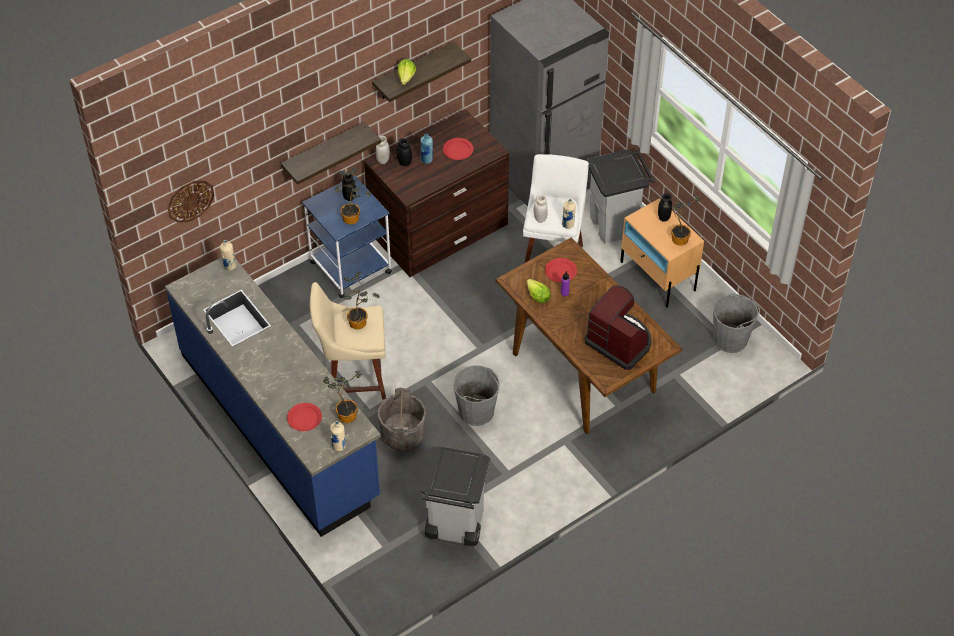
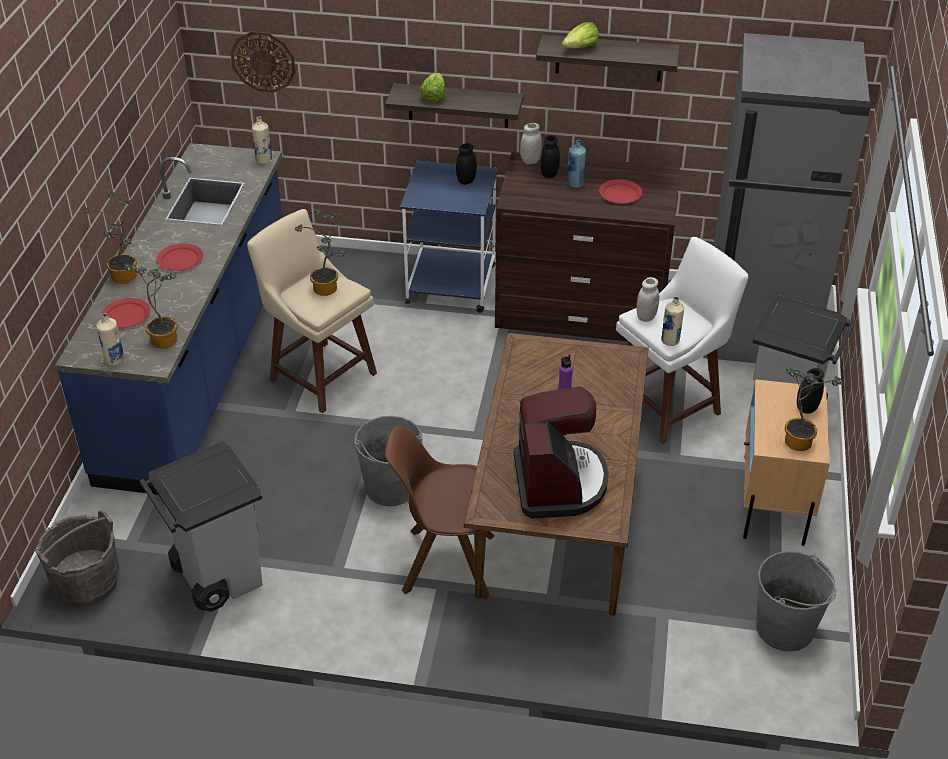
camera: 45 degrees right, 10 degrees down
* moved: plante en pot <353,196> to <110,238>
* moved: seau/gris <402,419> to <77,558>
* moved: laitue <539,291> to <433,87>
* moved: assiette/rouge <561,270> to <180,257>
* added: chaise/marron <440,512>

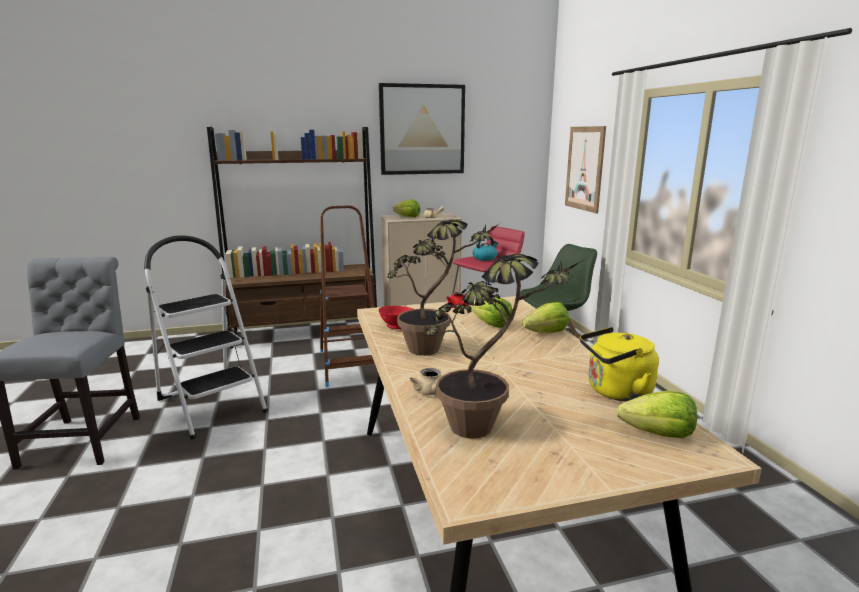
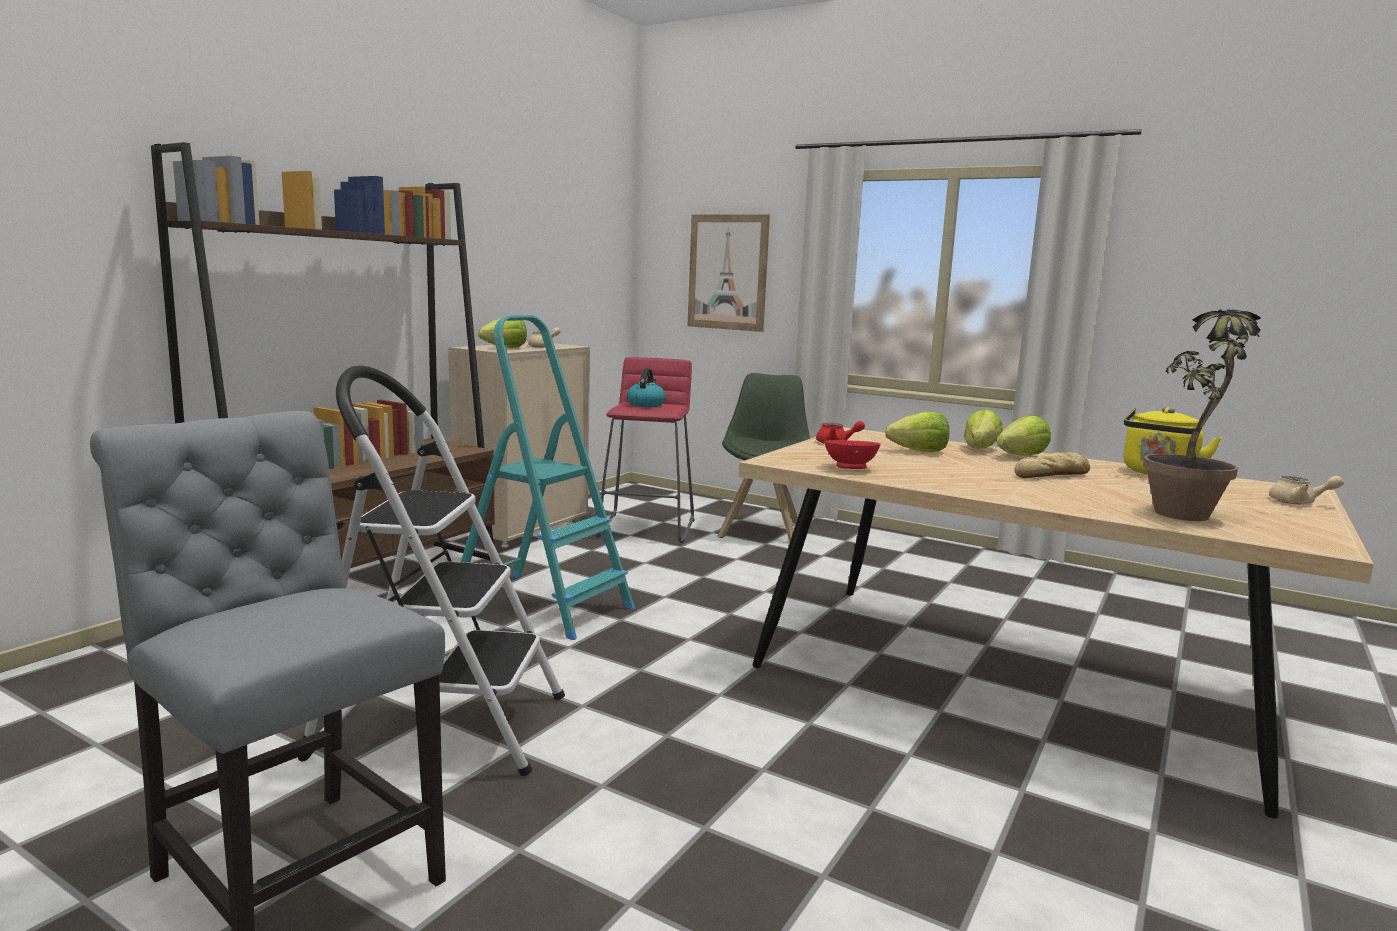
camera: 45 degrees left, 5 degrees down
* recoloured: escabeau/marron <347,296> to escabeau/turquoise <548,477>
* removed: tableau <422,129>
* removed: plante en pot <443,288>
* moved: théière/beige <425,381> to <1306,490>
* moved: laitue <656,414> to <1023,436>
* added: pain <1052,465>

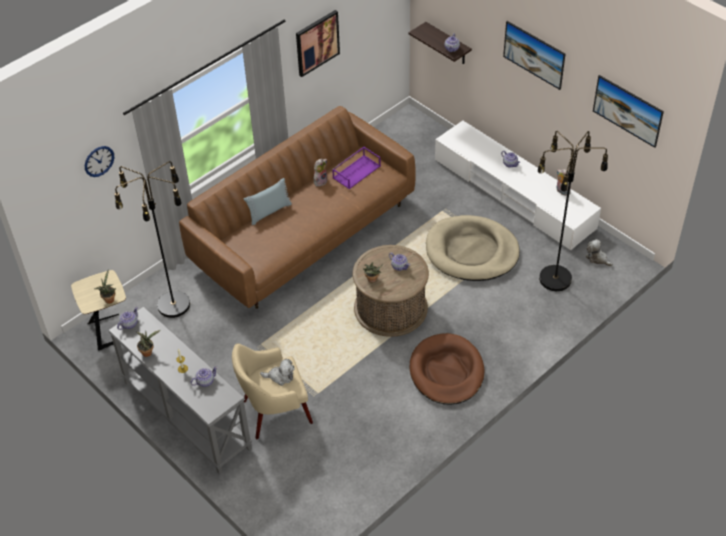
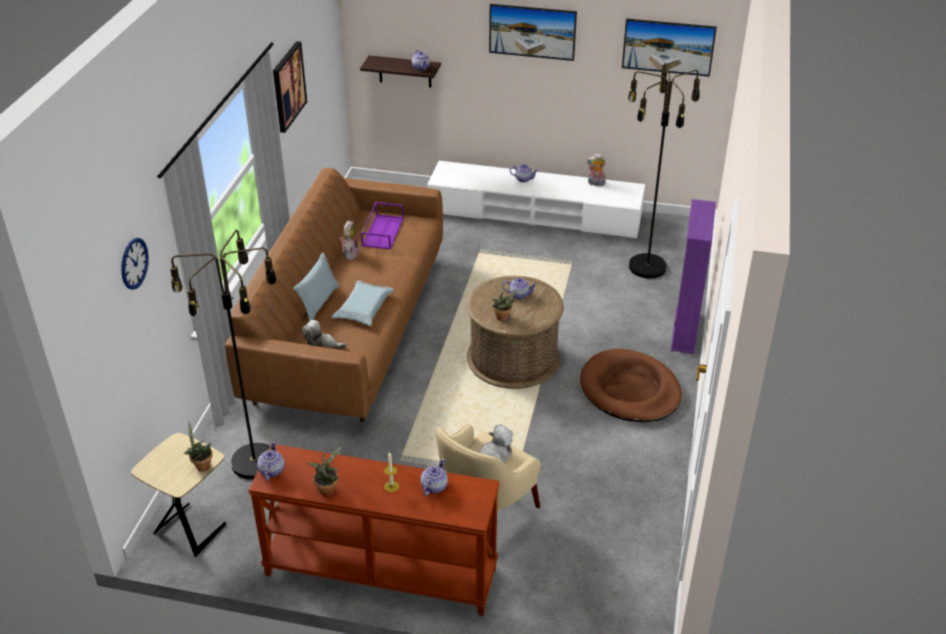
camera: 35 degrees left, 10 degrees down
* recoloured: table console/gris <180,390> to table console/marron <374,530>
* removed: panier pour chien/beige <473,248>
* moved: peluche <599,252> to <324,334>
* added: coussin/bleu <363,303>
* added: bibliothèque/violet <693,276>

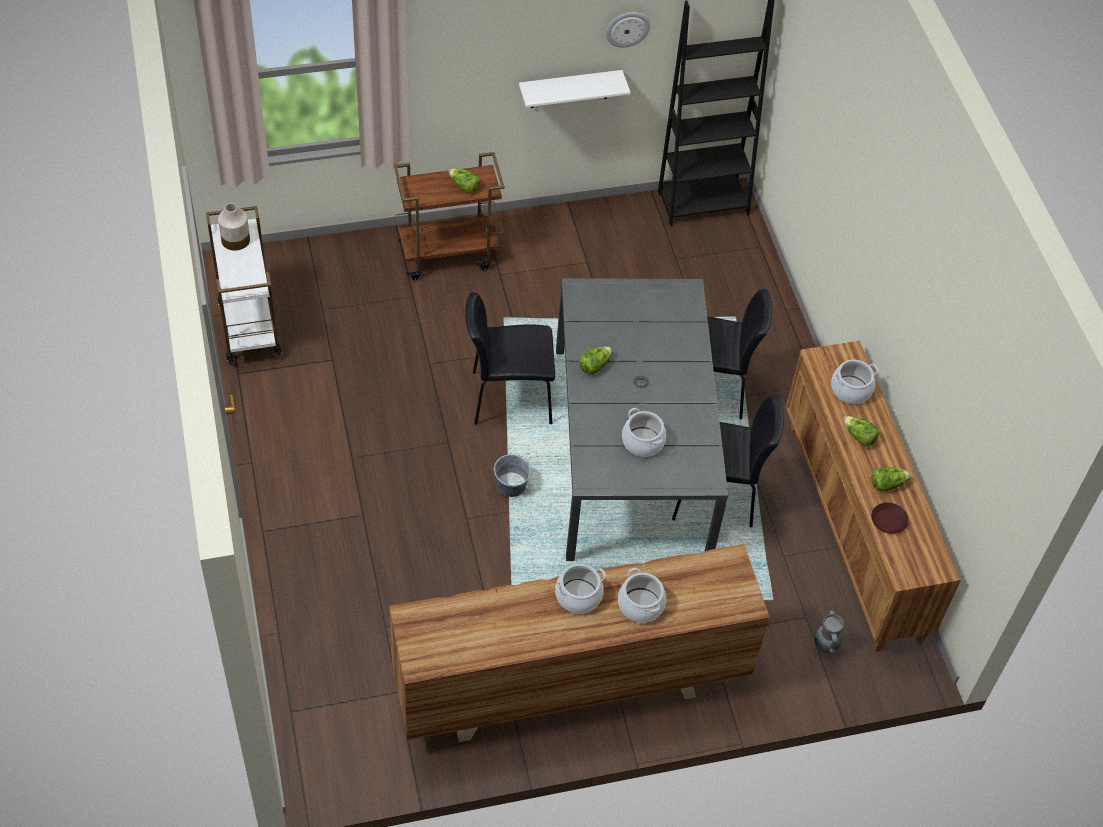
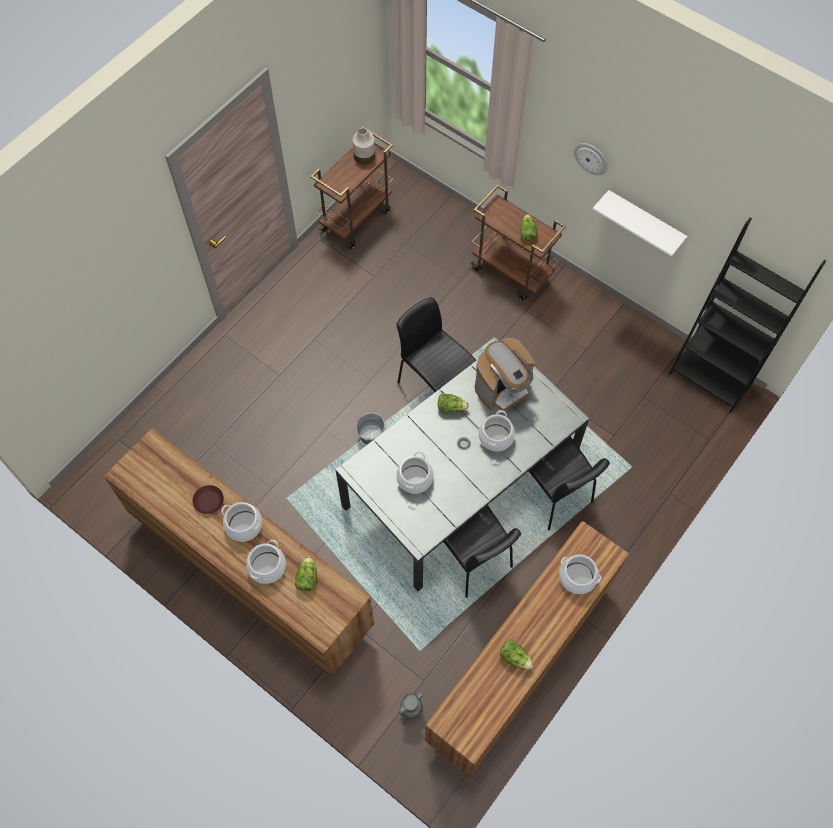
camera: 55 degrees right, 10 degrees up
* recoloured: chariot/blanc <244,285> to chariot/marron <351,187>
* moved: horloge murale <628,30> to <591,159>
* moved: laitue <861,431> to <306,573>
* moved: assiette/marron <889,518> to <208,499>
* added: machine à café <505,374>
* added: marmite <497,431>

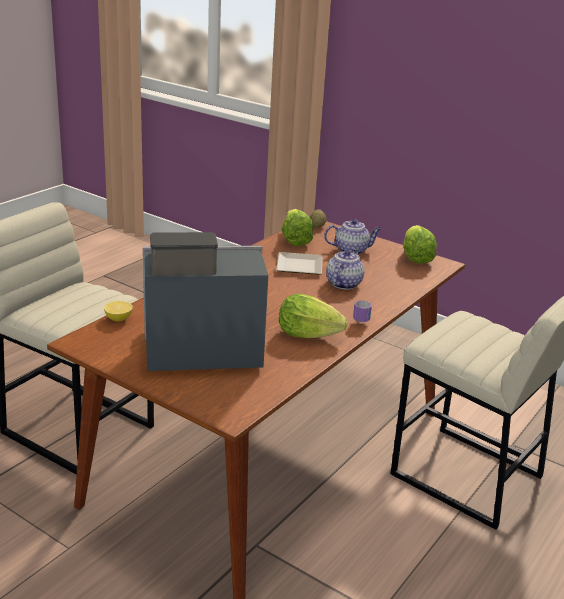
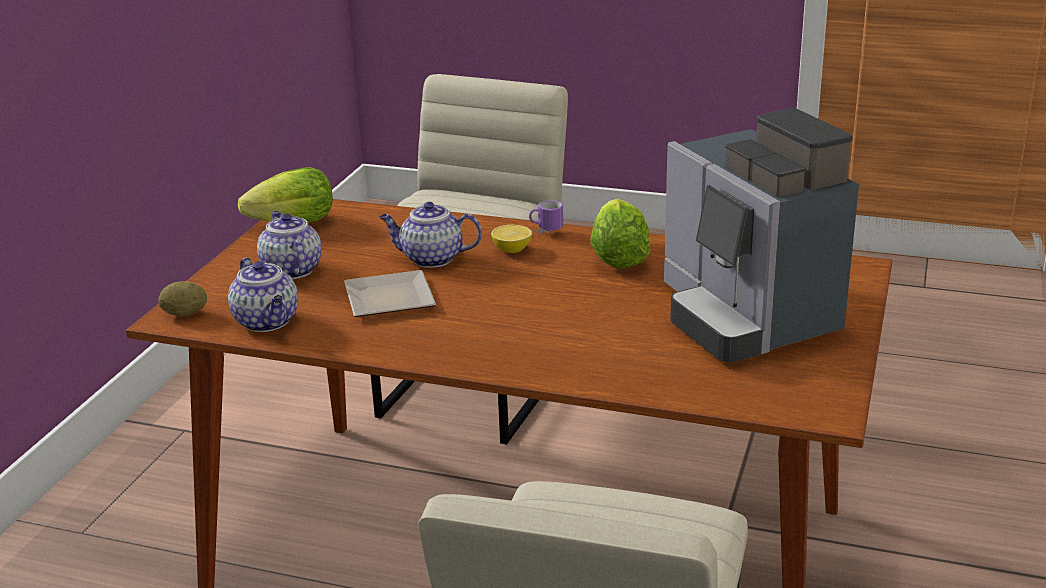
camera: 105 degrees left, 0 degrees up
* moved: citron <118,311> to <511,239>
* replaced: laitue <297,227> to théière <263,294>

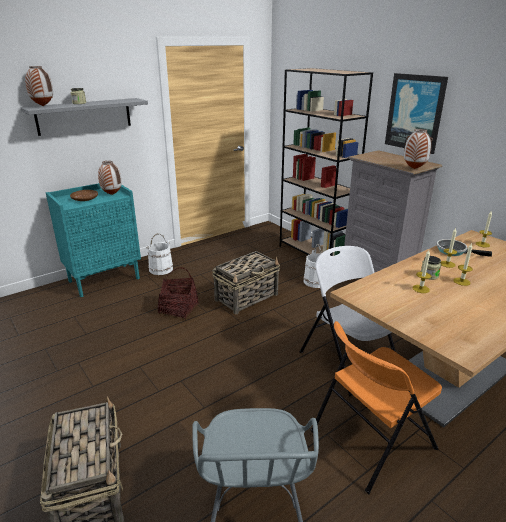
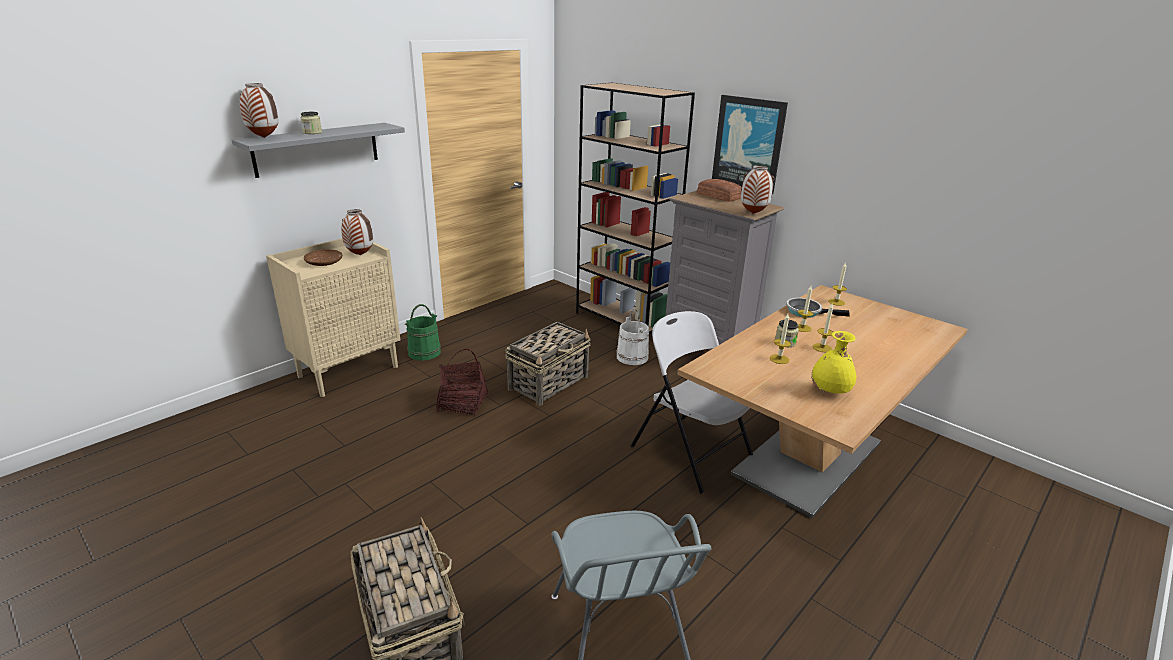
camera: 10 degrees left, 0 degrees up
* recoloured: meuble de rangement/turquoise <93,240> to meuble de rangement/beige <333,318>
* recoloured: seau/blanc <159,254> to seau/vert <423,332>
* removed: chaise/orange <376,407>
* added: pain <719,190>
* added: vase/jaune <833,362>

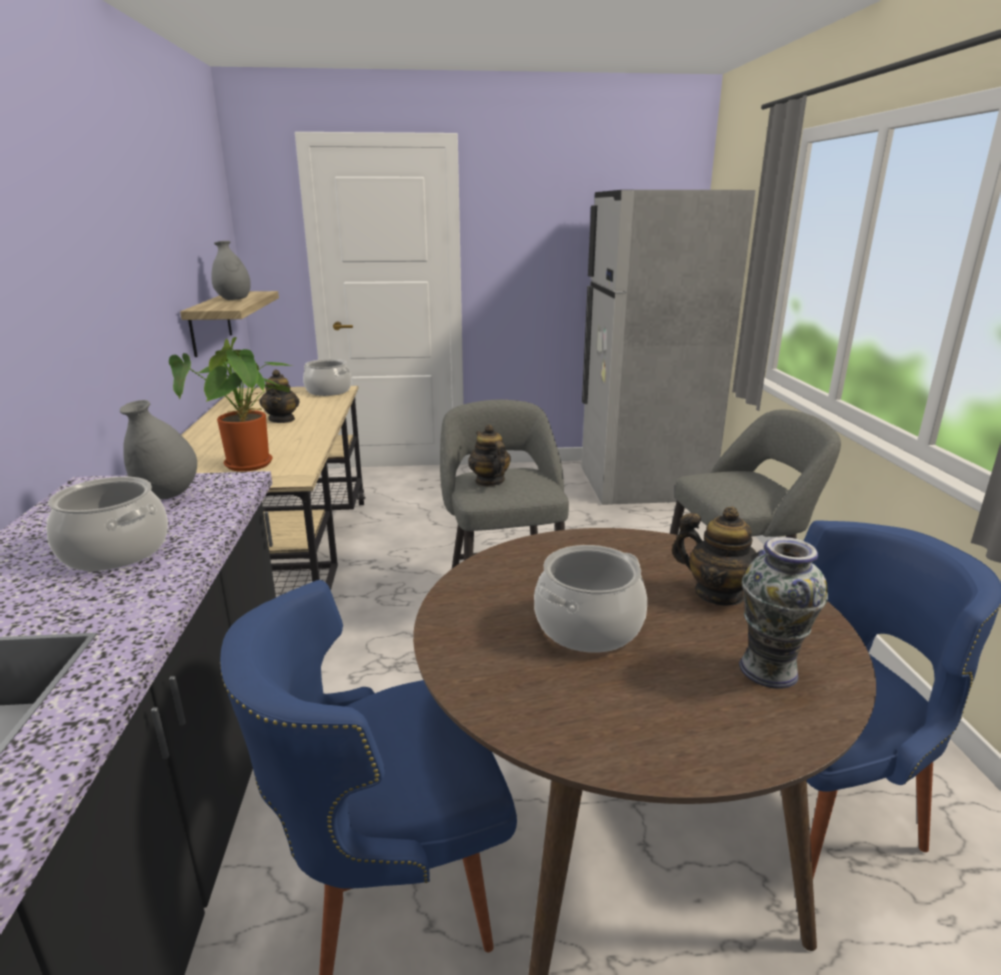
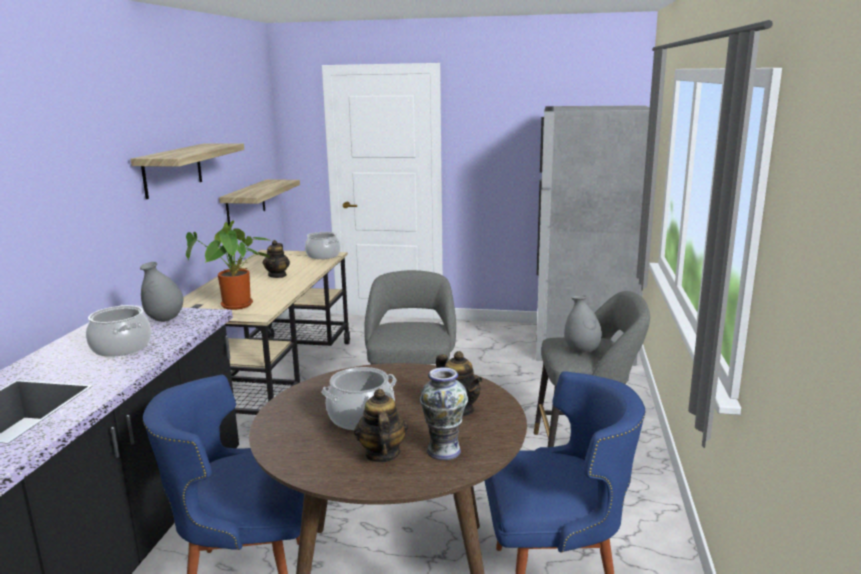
camera: 15 degrees right, 5 degrees down
* moved: vase/gris <231,270> to <583,324>
* moved: théière <489,455> to <381,426>
* added: étagère <187,171>

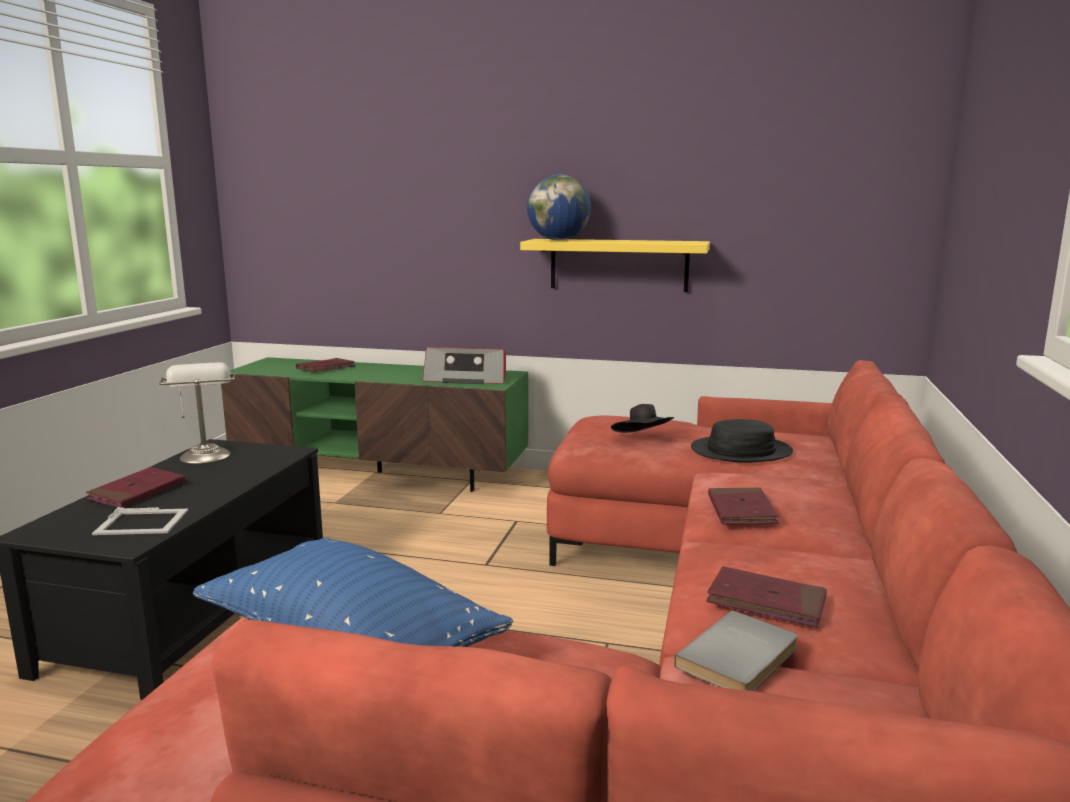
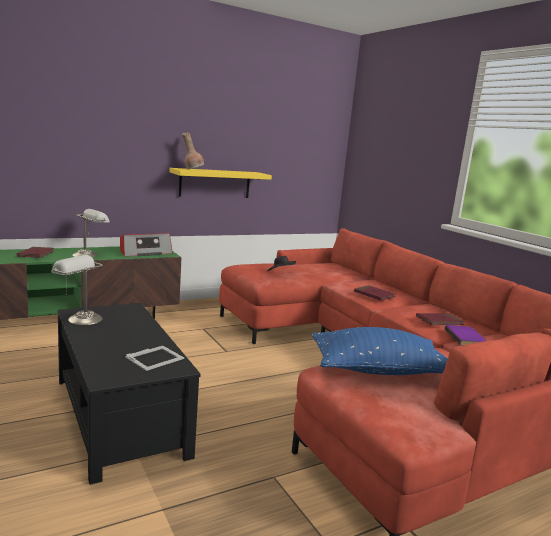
camera: 45 degrees left, 0 degrees up
* removed: livre/rouge <135,487>
* replaced: globe <559,207> to vase/marron <193,151>
* recoloured: livre/gris <736,650> to livre/violet <466,335>
* removed: chapeau/noir <742,441>
* added: lampe de table/blanc <91,233>

